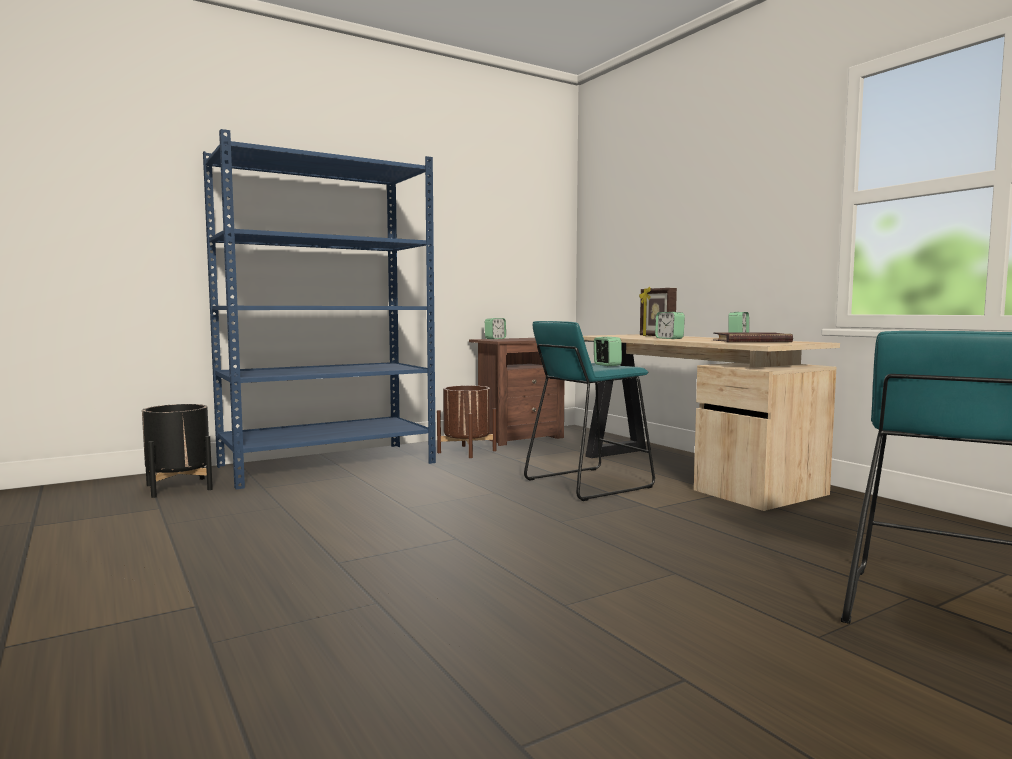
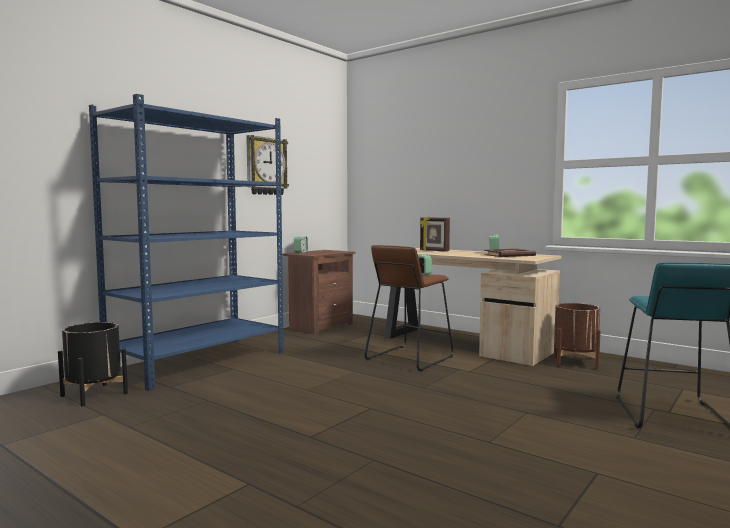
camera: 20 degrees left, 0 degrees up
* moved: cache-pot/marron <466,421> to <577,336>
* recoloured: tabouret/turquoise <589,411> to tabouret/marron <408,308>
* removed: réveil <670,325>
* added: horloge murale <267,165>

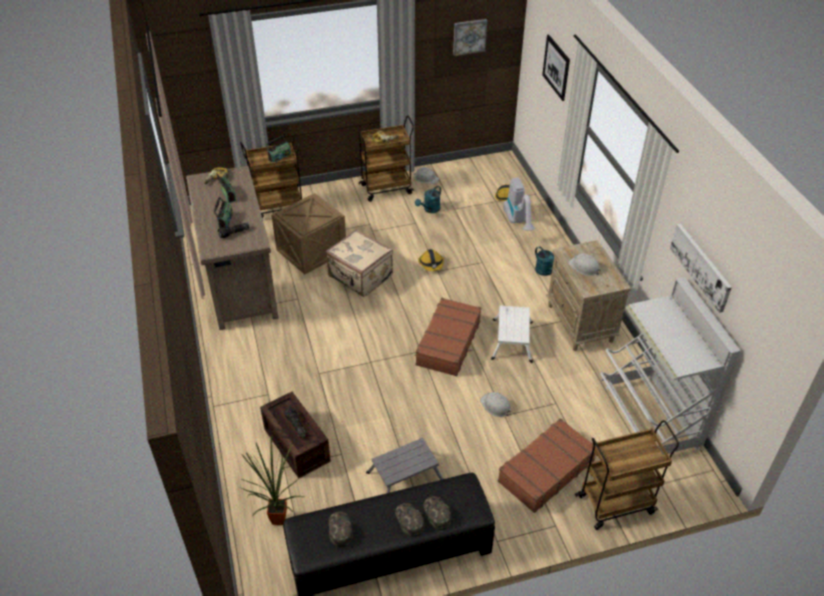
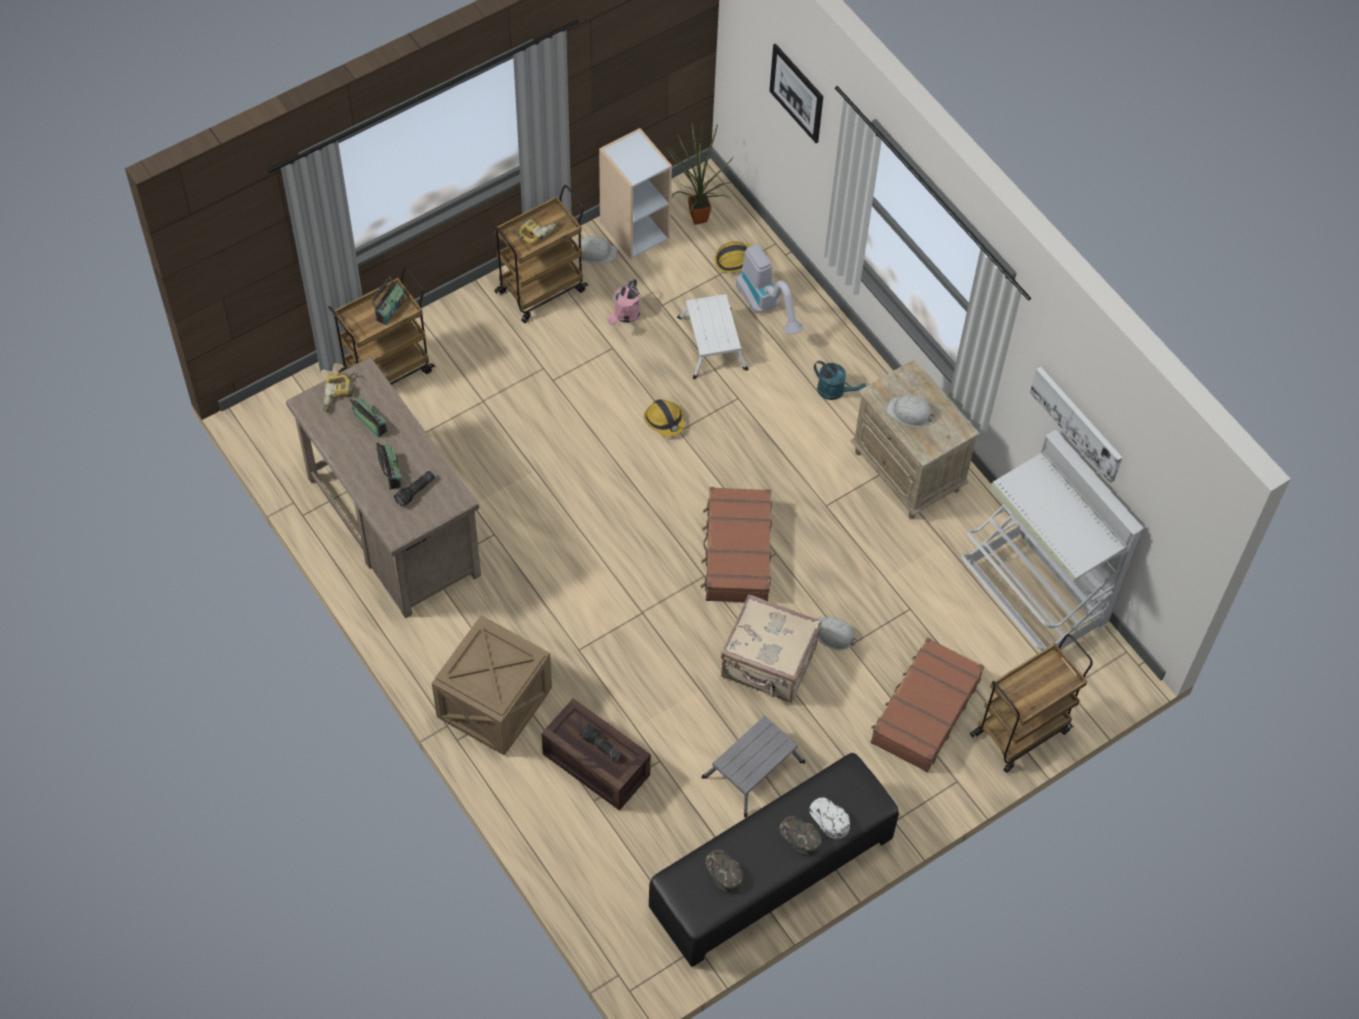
camera: 20 degrees left, 15 degrees up
* moved: plante en pot <272,480> to <699,174>
* moved: caisse <308,233> to <492,685>
* moved: valise/beige <359,263> to <771,648>
* recoloured: arrosoir/turquoise <428,199> to arrosoir/rose <623,301>
* recoloured: casquette/vert <437,513> to casquette/blanc <829,818>
* removed: tableau <470,37>
* moved: escabeau/blanc <512,334> to <712,337>
* added: bibliothèque <635,193>

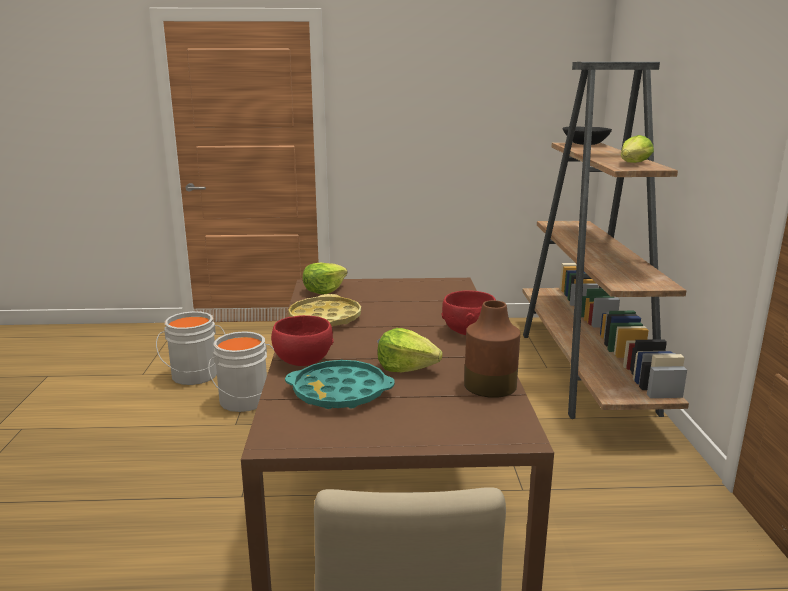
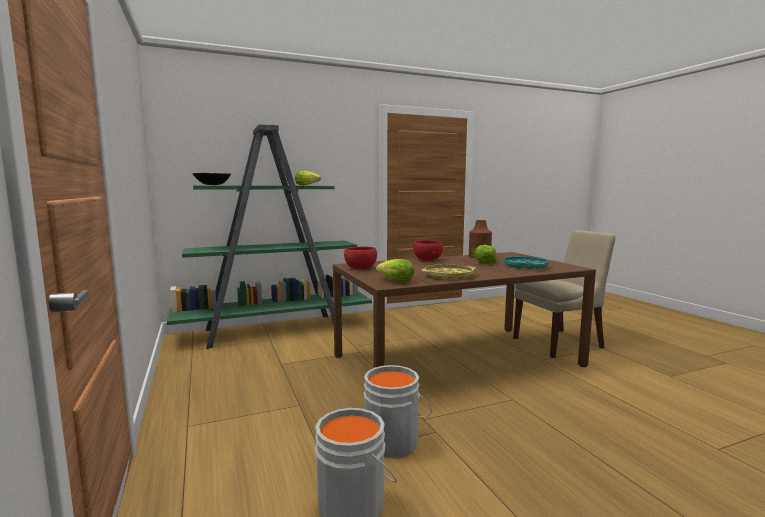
camera: 110 degrees left, 10 degrees down
* moved: bol/rouge <302,340> to <360,258>
* recoloured: bibliothèque/marron <605,240> to bibliothèque/vert <269,236>

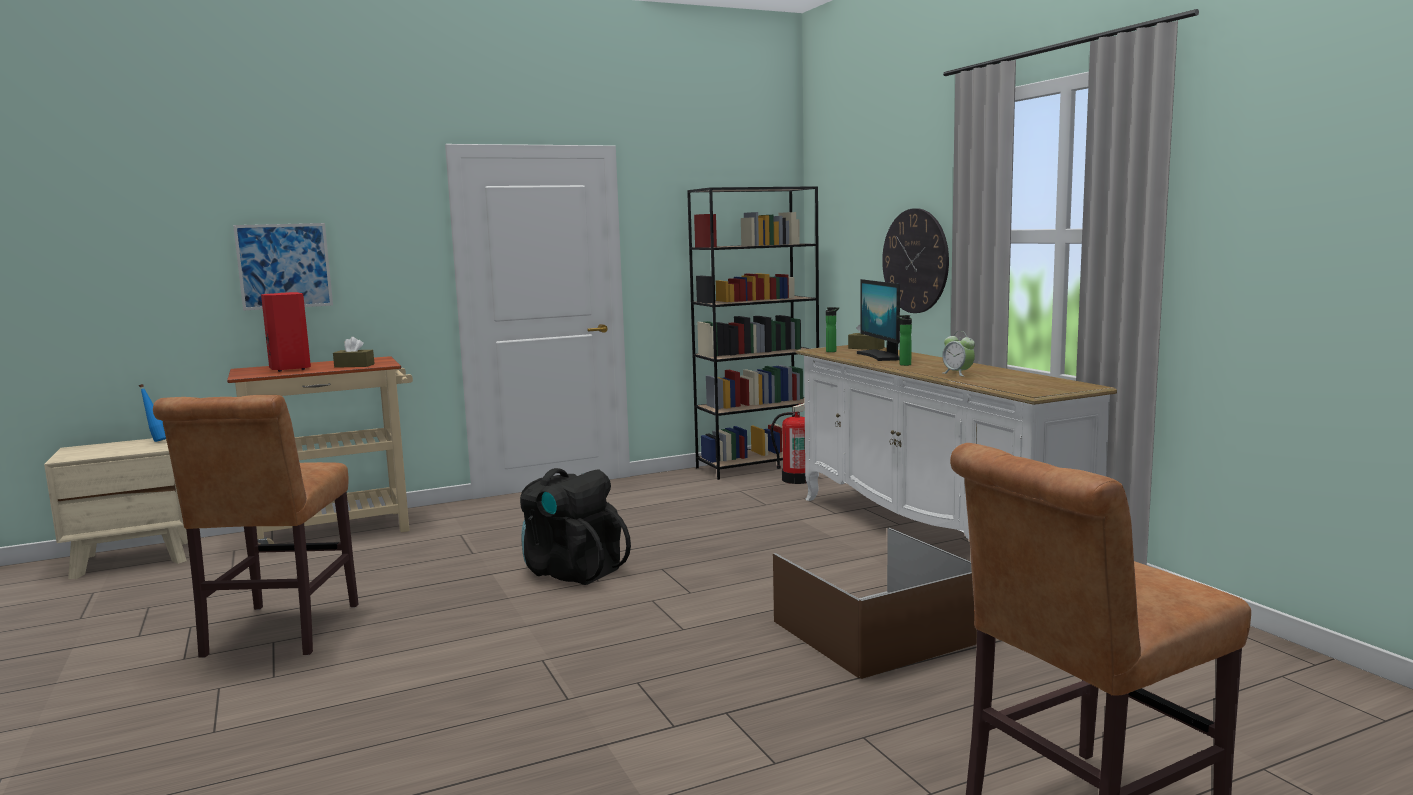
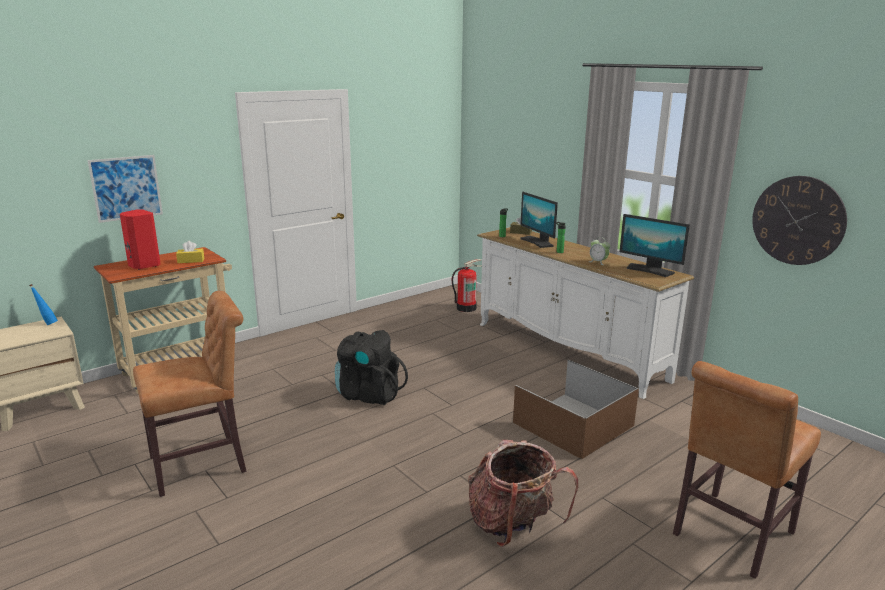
camera: 15 degrees left, 10 degrees up
* turned: chaise/marron <256,526> = <190,394> 105 degrees counterclockwise
* recoloured: boîte à mouchoirs/marron <354,352> to boîte à mouchoirs/jaune <190,252>
* removed: bibliothèque/beige <753,333>
* moved: horloge murale <915,260> to <799,220>
* added: sac à dos <523,493>
* added: écran d'ordinateur <654,245>

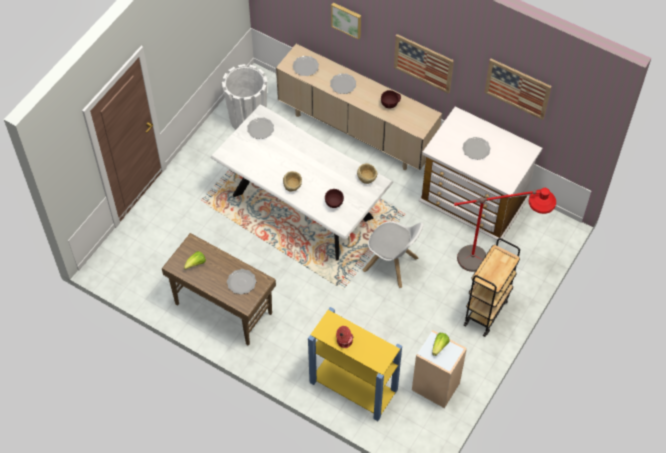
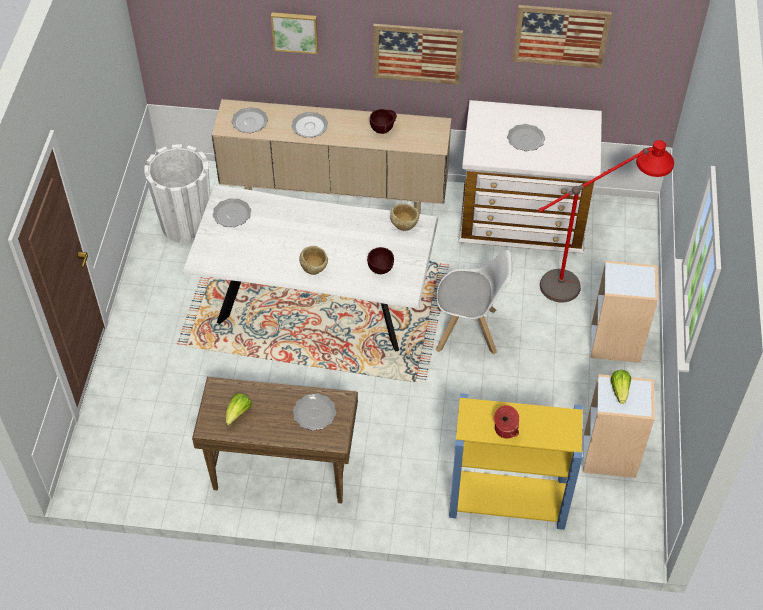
camera: 25 degrees left, 5 degrees down
* replaced: chariot/marron <491,287> to bibliothèque <624,312>

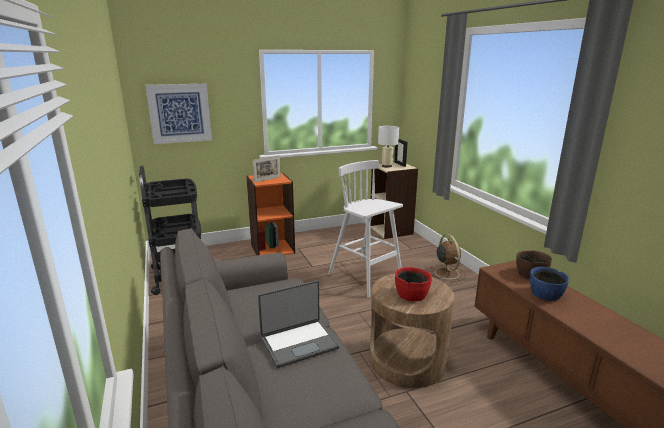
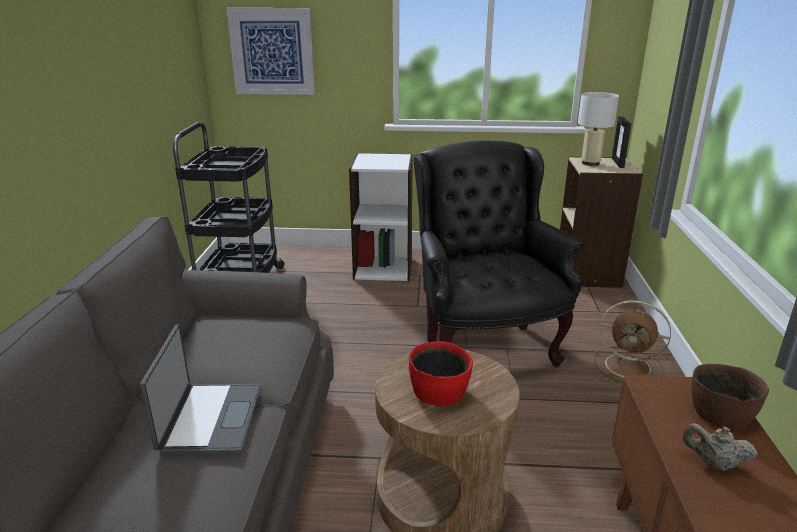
camera: 25 degrees right, 5 degrees up
* recoloured: bibliothèque/orange <270,213> to bibliothèque/blanc <381,217>
* removed: cadre photo <267,169>
* turned: ordinateur portable <299,324> = <200,390> 90 degrees counterclockwise
* replaced: tabouret/blanc <365,229> to fauteuil/noir <498,253>
* turned: ventilateur/marron <446,258> = <633,341> 105 degrees clockwise
* replaced: bol/bleu <549,284> to théière/beige <720,447>

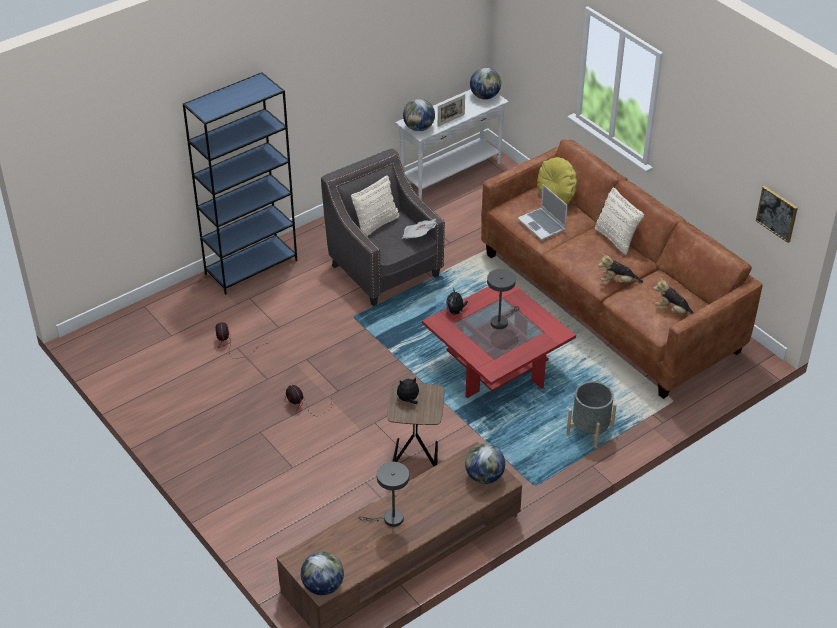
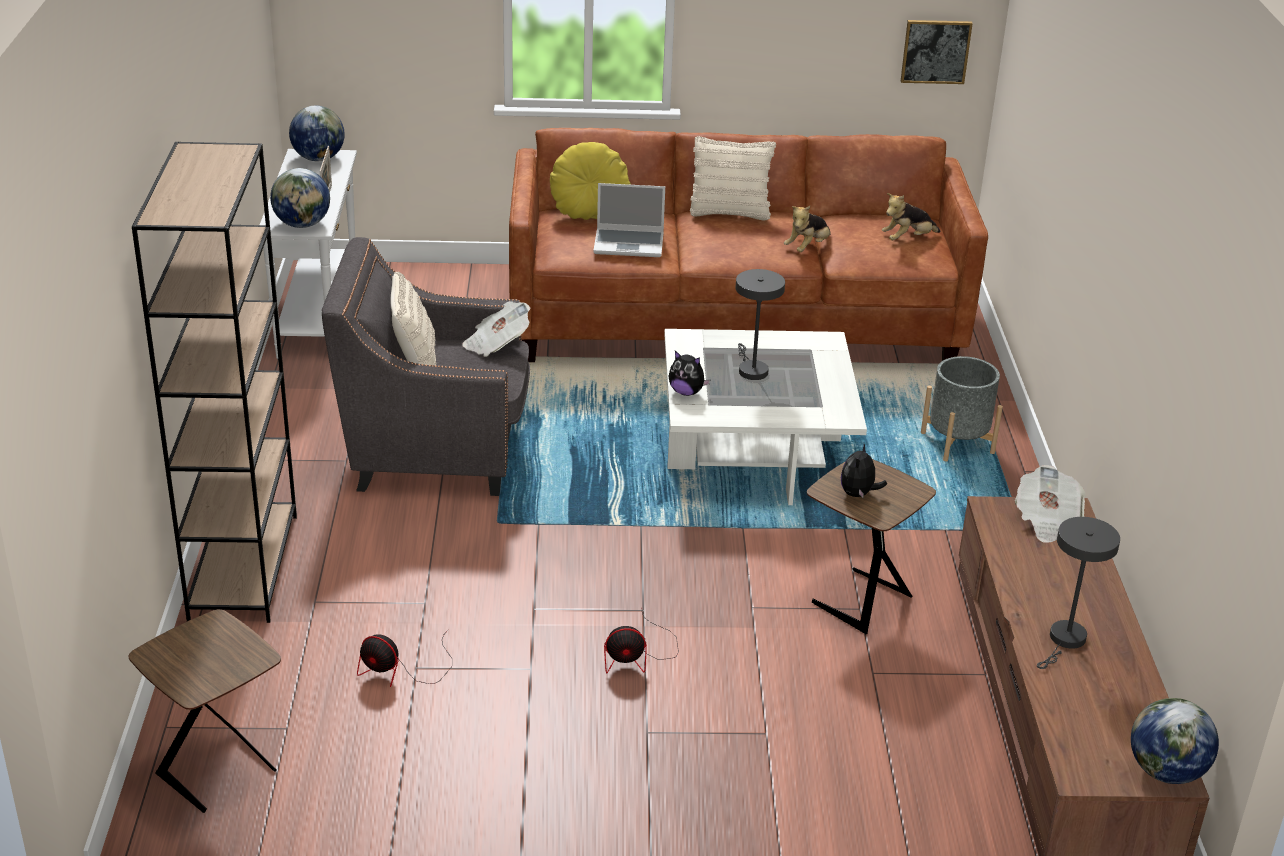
camera: 55 degrees left, 10 degrees down
* recoloured: bibliothèque/bleu <240,183> to bibliothèque/beige <214,382>
* recoloured: table basse/rouge <499,341> to table basse/blanc <765,417>
* replaced: globe <485,464> to journal <1050,504>
* added: table d'appoint/marron <205,711>

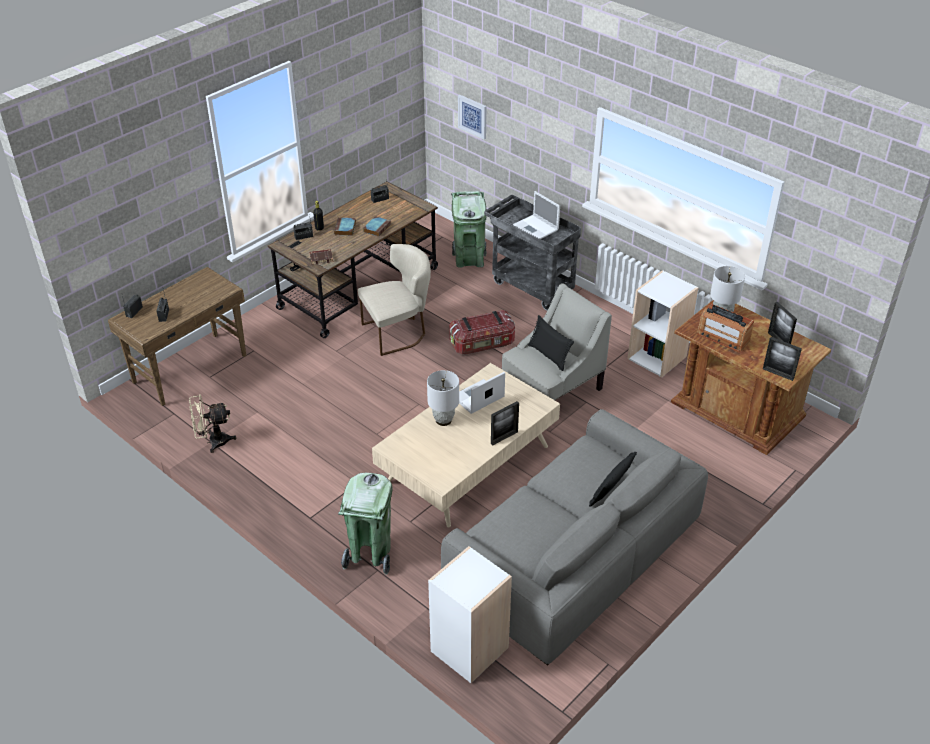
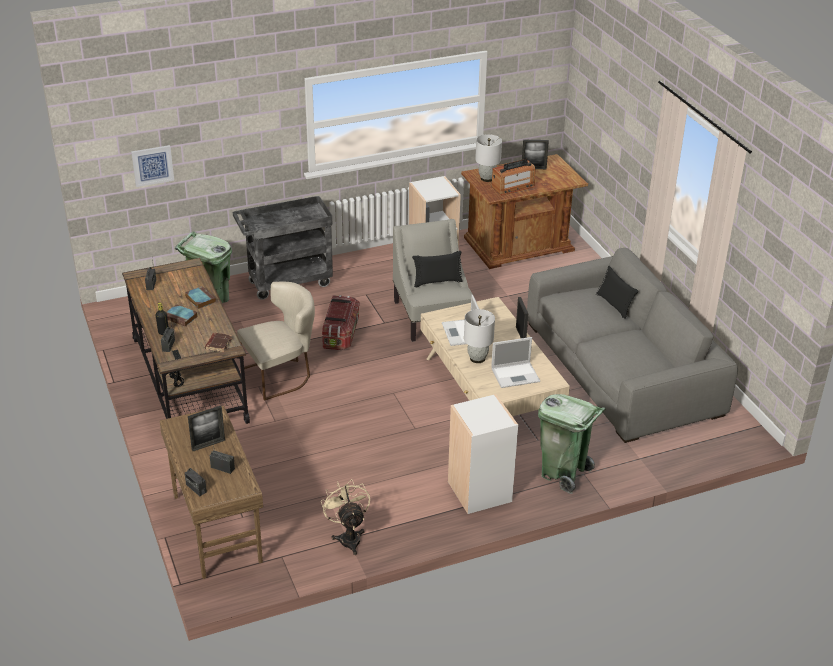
camera: 65 degrees left, 5 degrees down
* turned: ventilateur/beige <213,423> = <345,517> 150 degrees clockwise
* turned: chaise/beige <394,300> = <276,341> 60 degrees clockwise
* moved: bibliothèque <470,614> to <483,454>
* moved: ordinateur portable <536,215> to <515,362>
* moved: cadre photo <782,359> to <206,428>

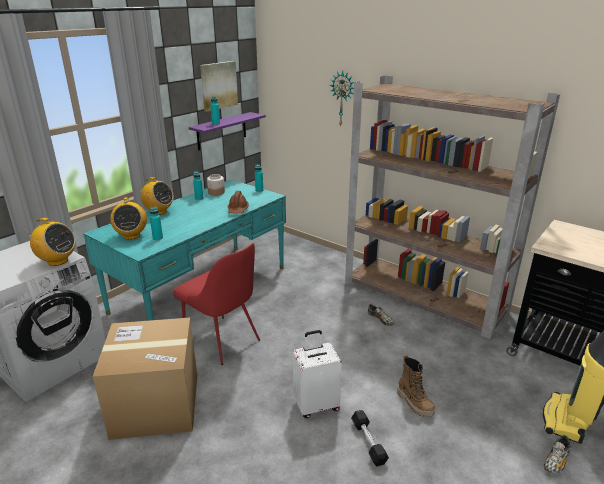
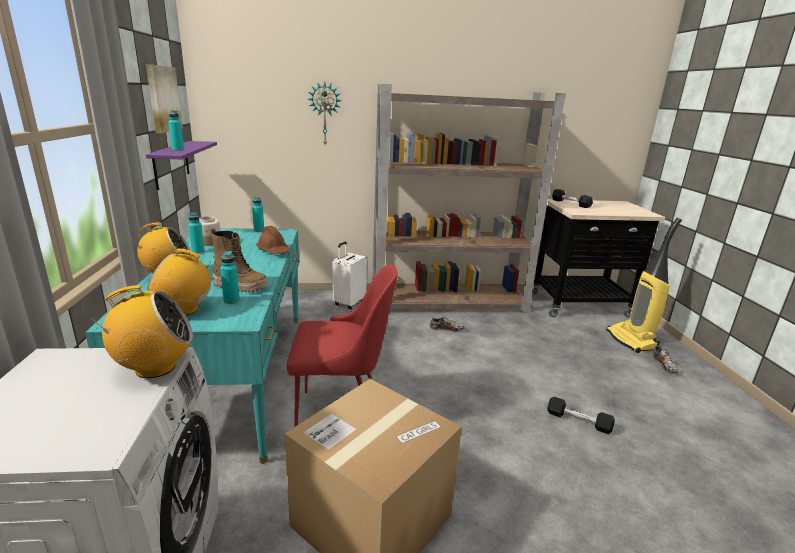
camera: 45 degrees left, 5 degrees down
* turned: radio <128,218> = <180,282> 150 degrees clockwise
* moved: valise/blanc <317,374> to <349,275>
* moved: botte <416,386> to <240,260>
* added: haltère/noir <572,198>

